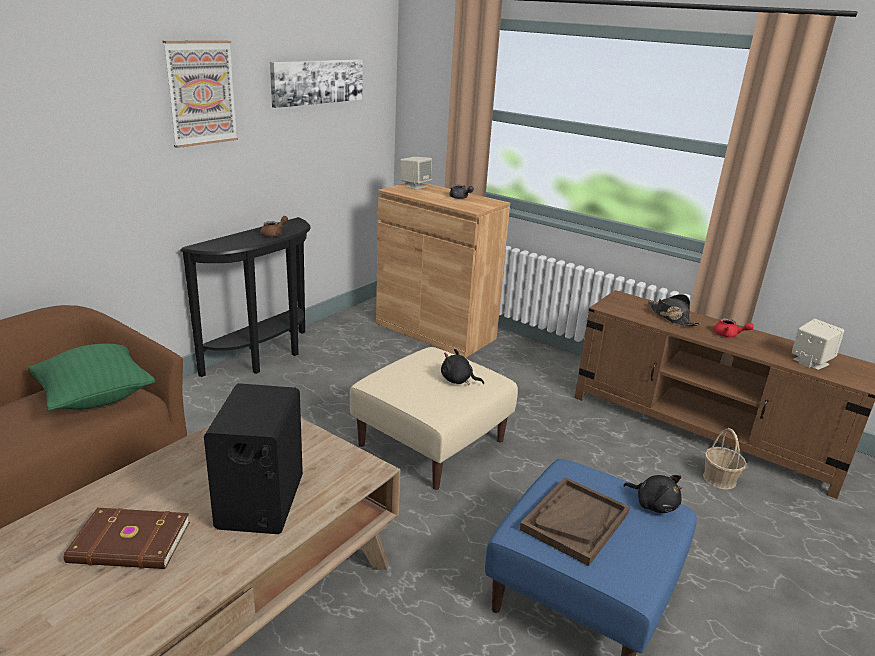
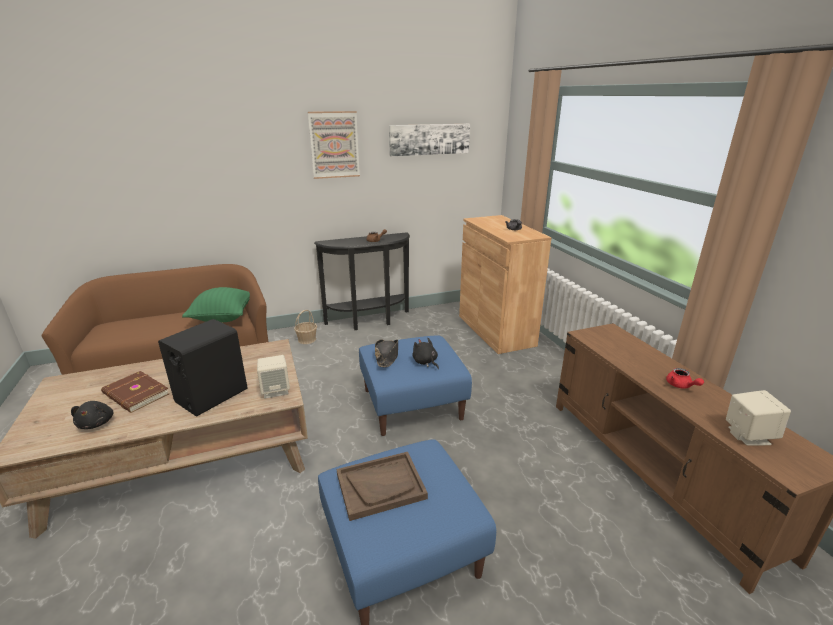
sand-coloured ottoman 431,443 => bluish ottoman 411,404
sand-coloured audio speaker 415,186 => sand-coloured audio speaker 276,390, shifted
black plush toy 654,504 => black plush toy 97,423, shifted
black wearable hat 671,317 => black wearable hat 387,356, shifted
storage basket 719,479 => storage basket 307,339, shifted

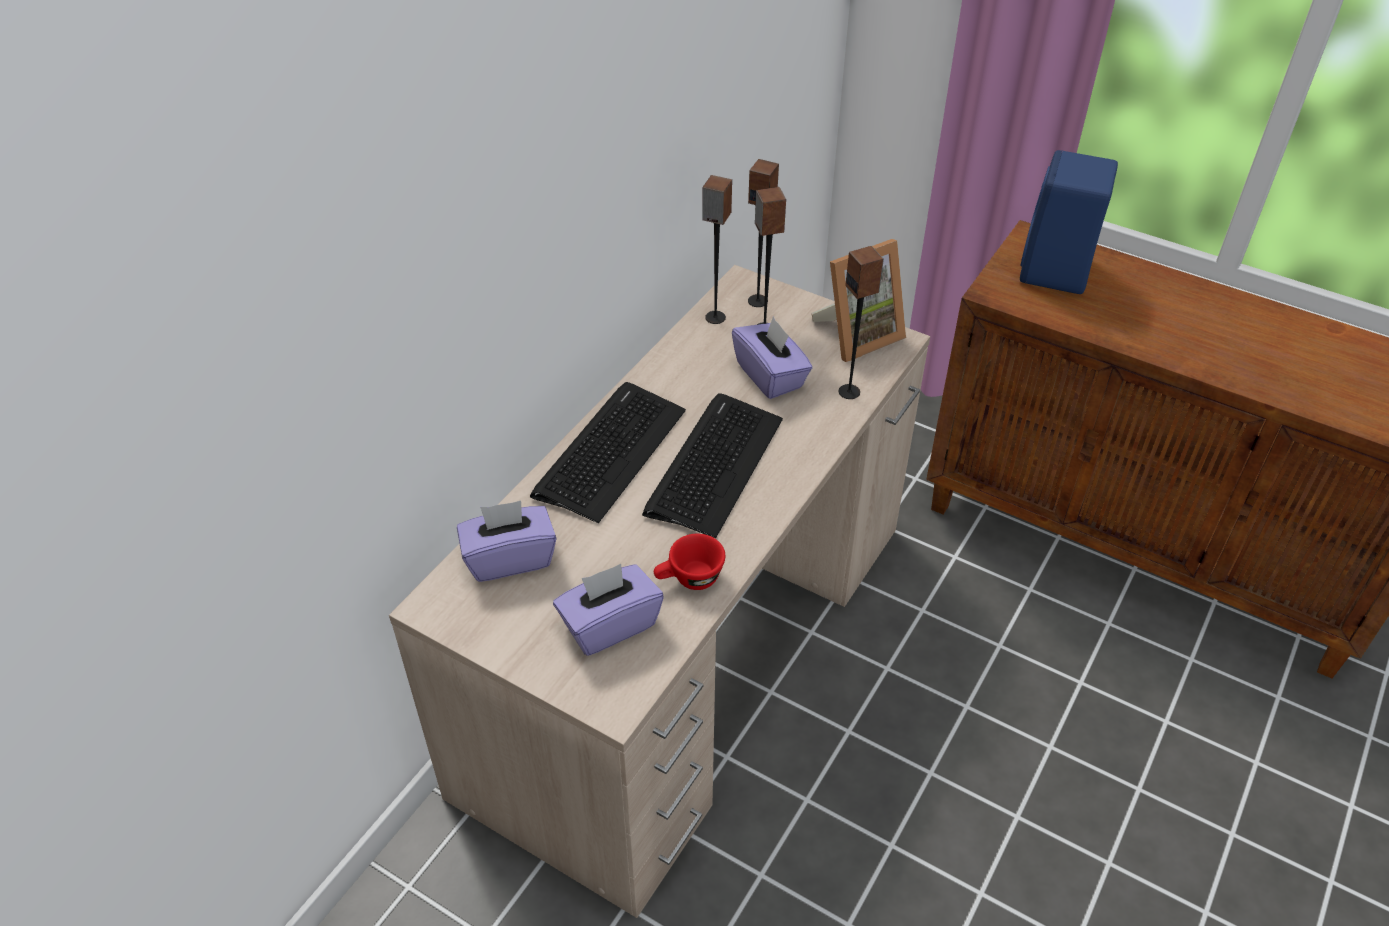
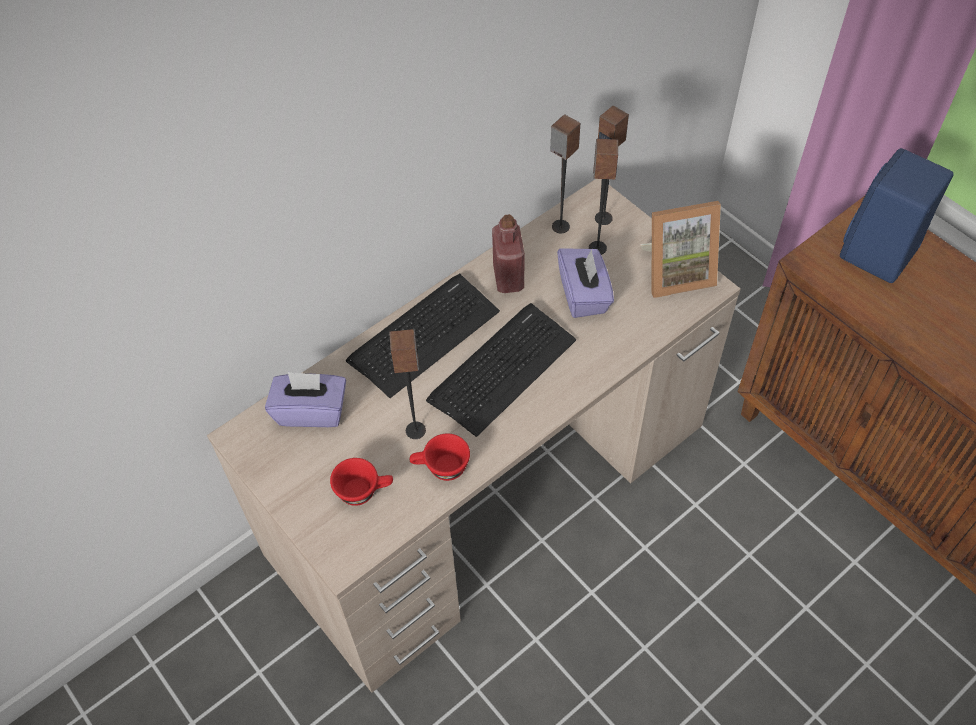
purplish tissue holder 609,625 => red drinking cup 364,490
audio speaker 849,392 => audio speaker 416,430, shifted
nothing => red drink bottle 508,278

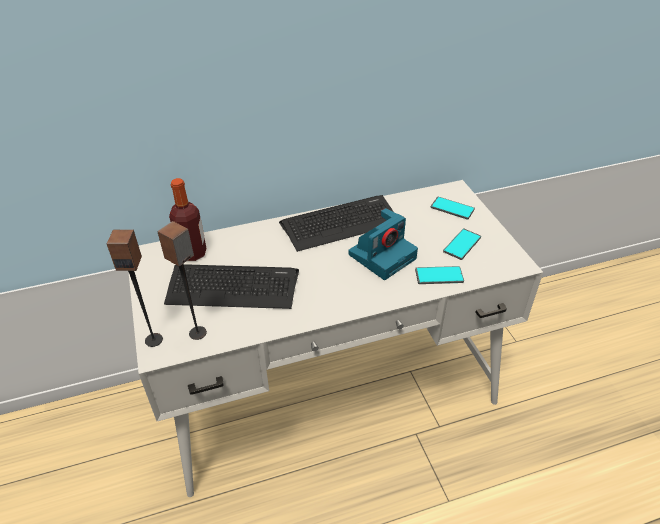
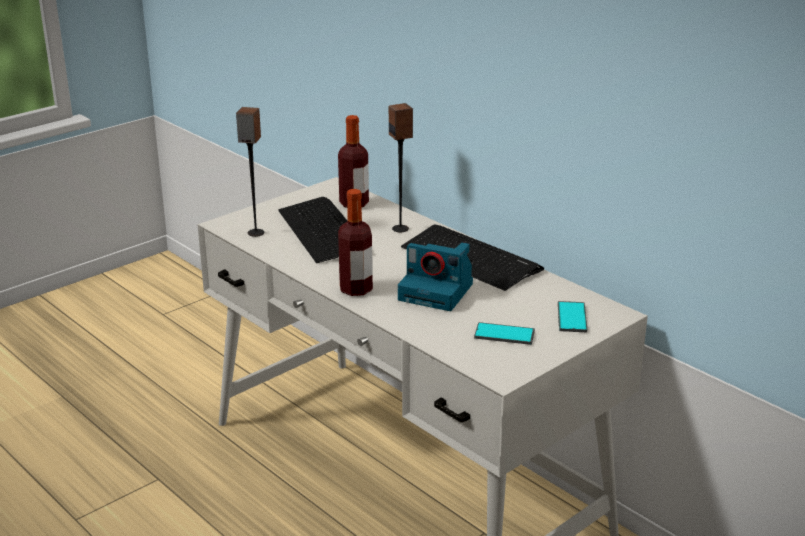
audio speaker 154,339 => audio speaker 400,228, shifted
phone 439,276 => nothing
nothing => drink bottle 356,289

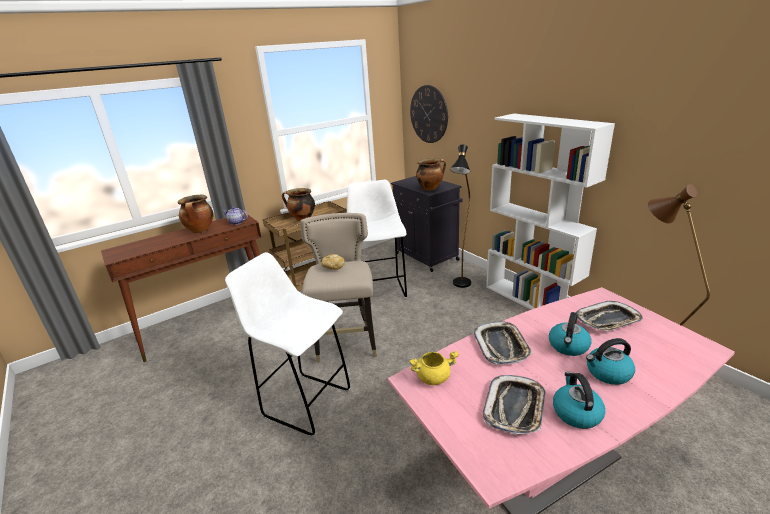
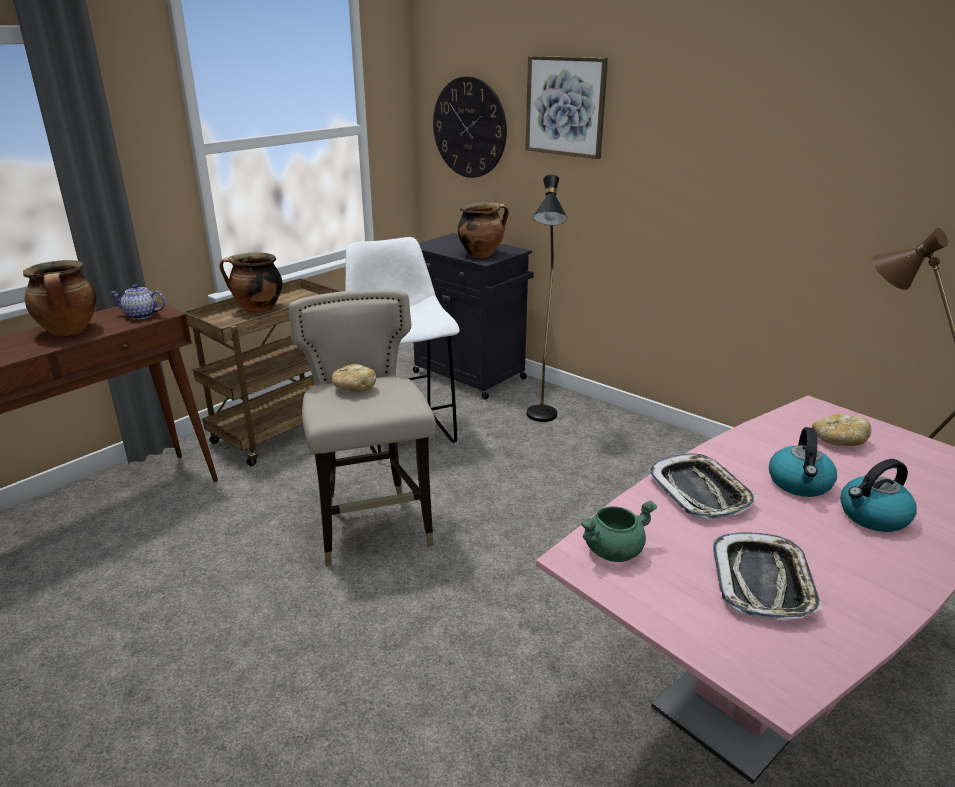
white-coloured stool seat 305,402 => nothing
yellow-coloured cooking pot 433,377 => greenish cooking pot 613,550
white-coloured bookshelf 531,300 => nothing
tea kettle 576,412 => nothing
serving tray 607,320 => baked bread 838,442
nothing => picture 565,106

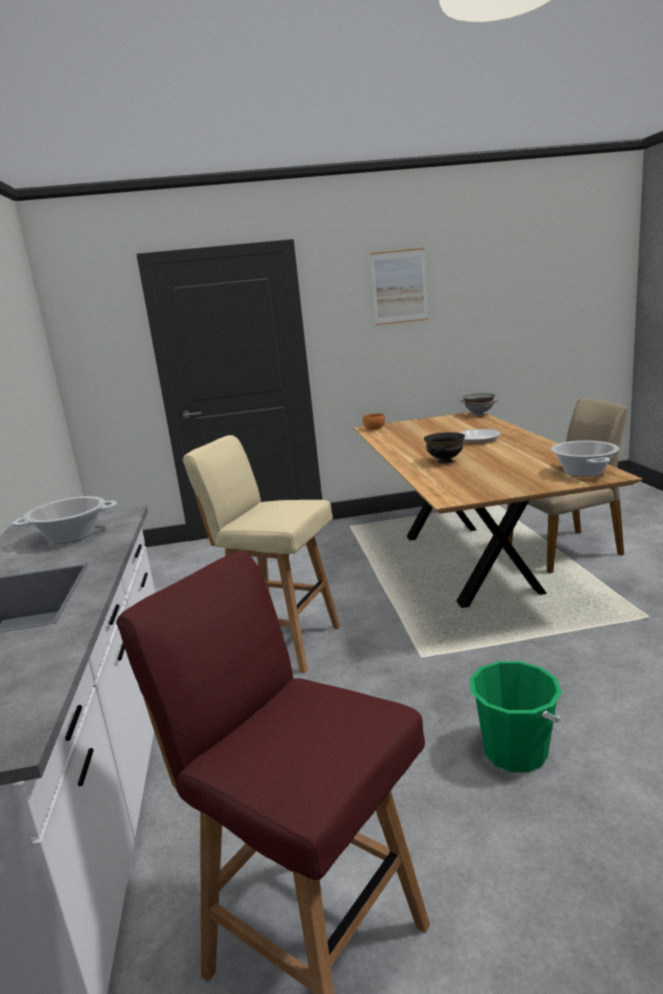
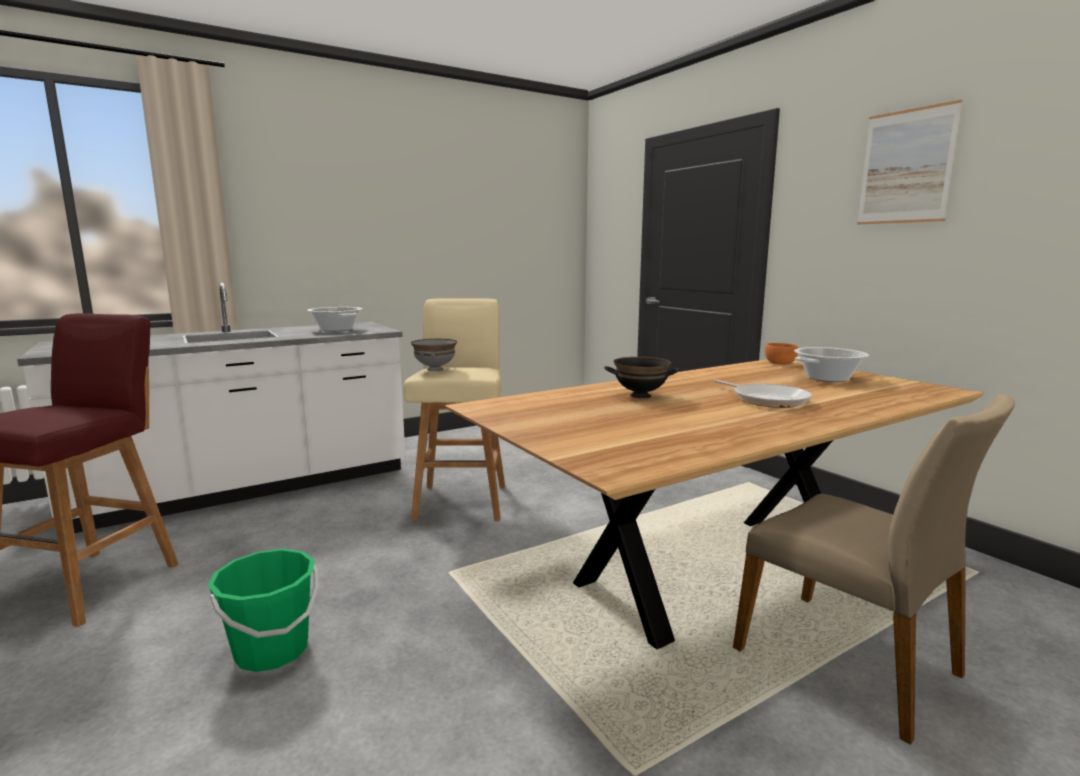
grey bowl 479,415 => grey bowl 434,369, shifted
cooking pot 583,472 => cooking pot 827,378, shifted

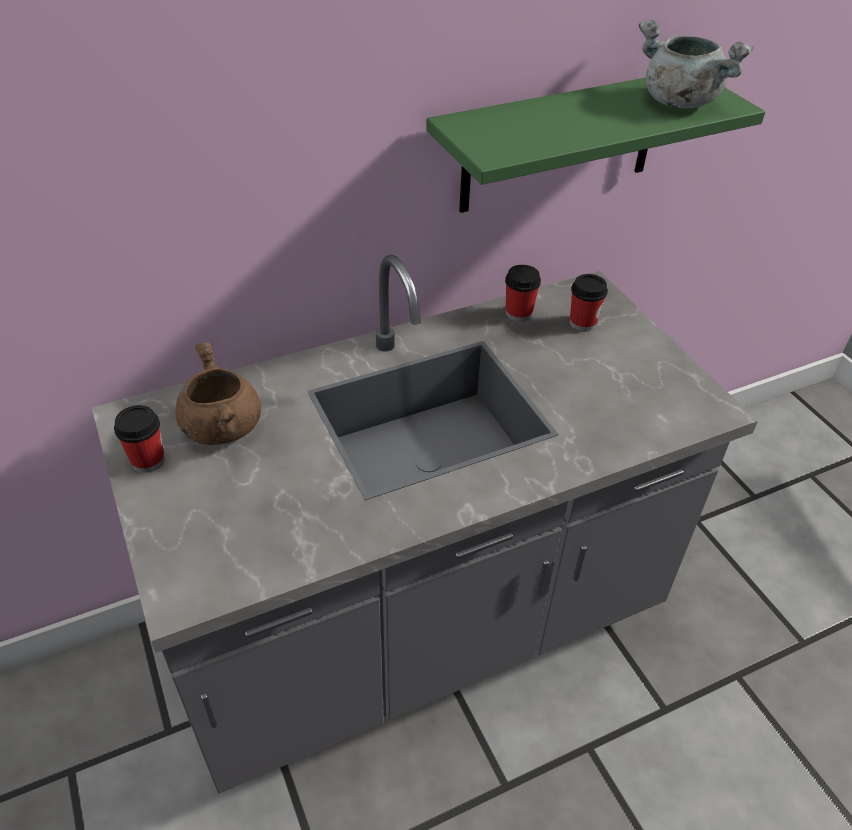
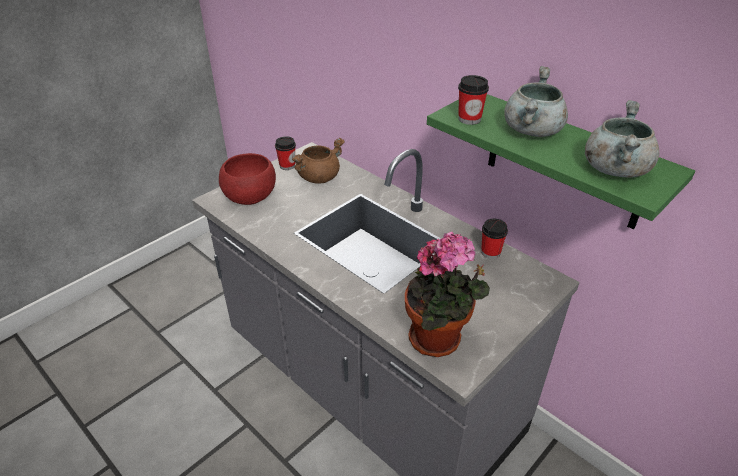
drinking cup 583,323 => drinking cup 469,119, shifted
nothing => red bowl 251,198
nothing => houseplant 439,340
nothing => grey cooking pot 532,131

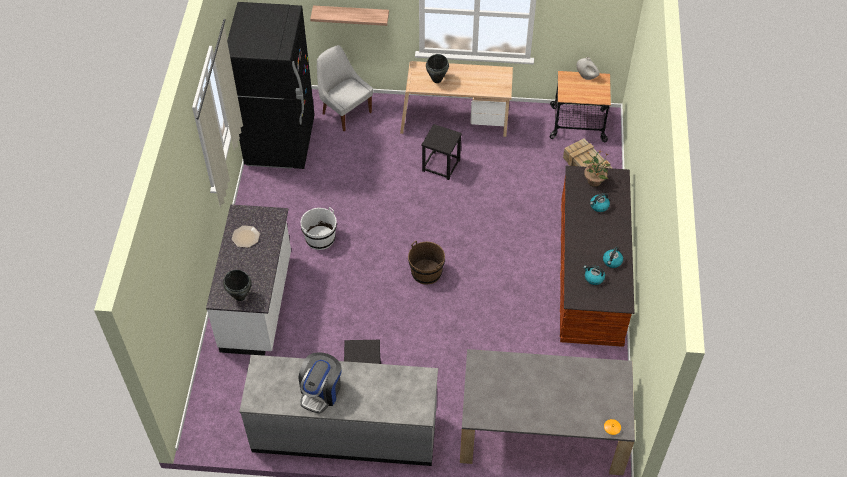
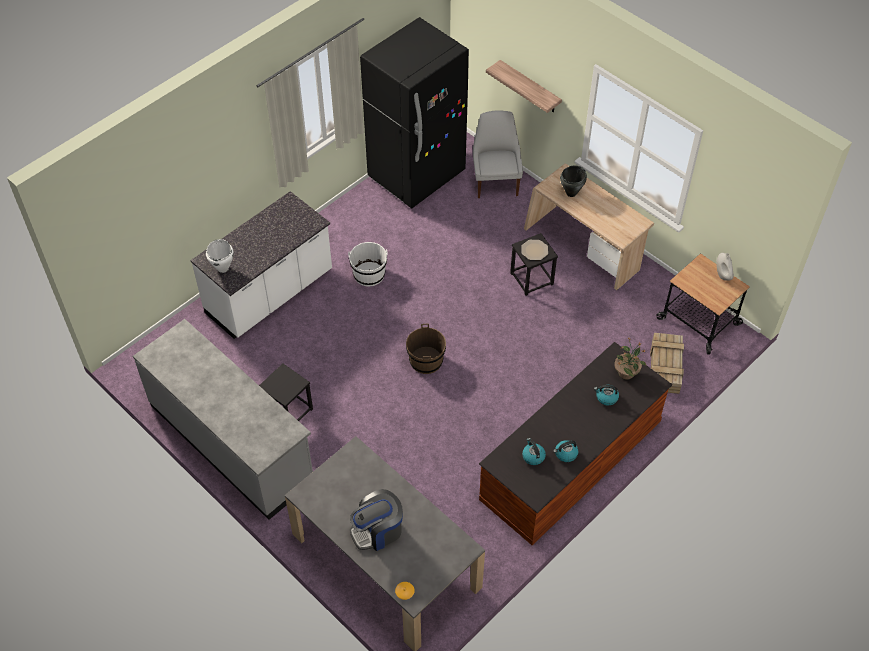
black cooking pot 240,296 => white-coloured cooking pot 223,268
dinner plate 246,237 => dinner plate 534,250, shifted
coffee maker 321,391 => coffee maker 378,531, shifted

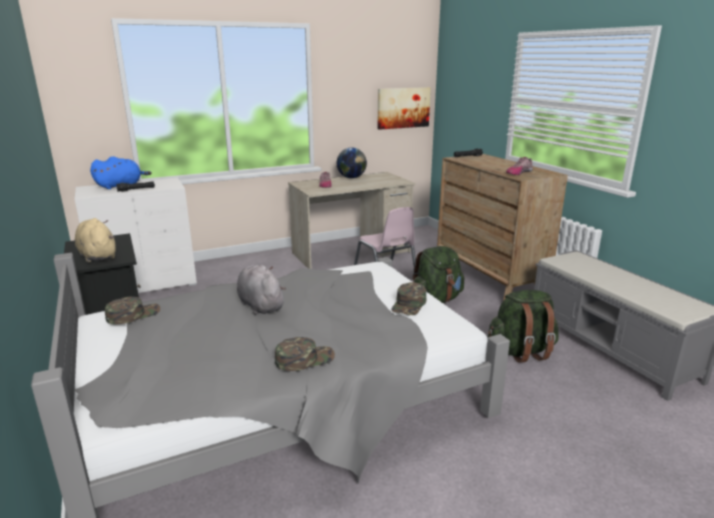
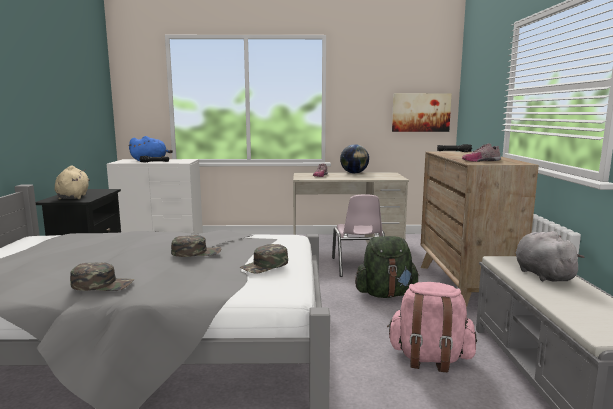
greenish cap 133,314 => greenish cap 196,252, shifted
grey plush toy 260,305 => grey plush toy 542,274, shifted
greenish rucksack 521,351 => pink-coloured rucksack 429,358

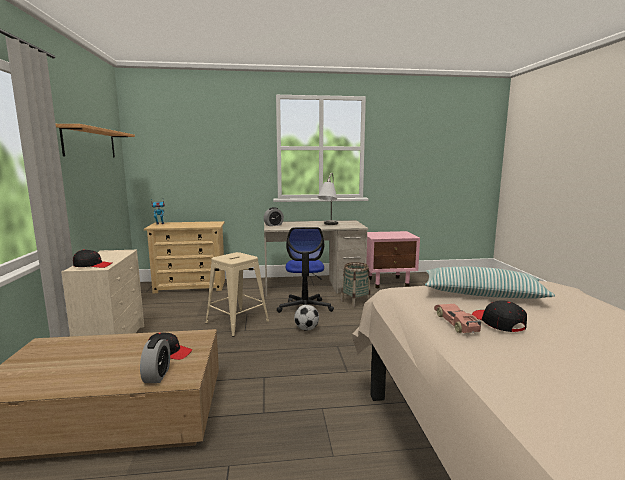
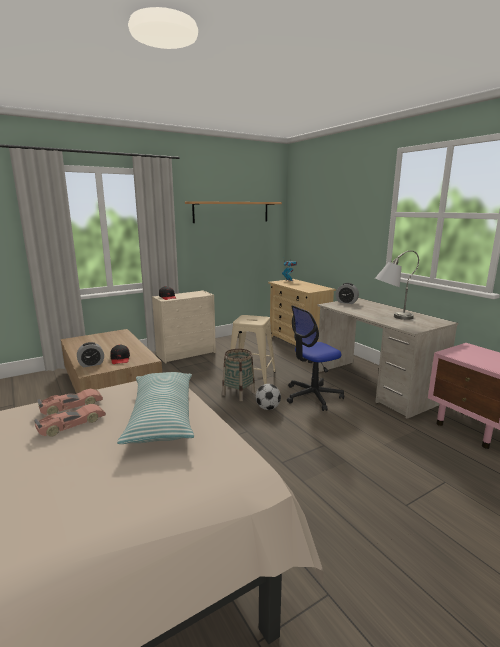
storage basket 355,302 => storage basket 238,393, shifted
black cap 498,323 => model car 71,424

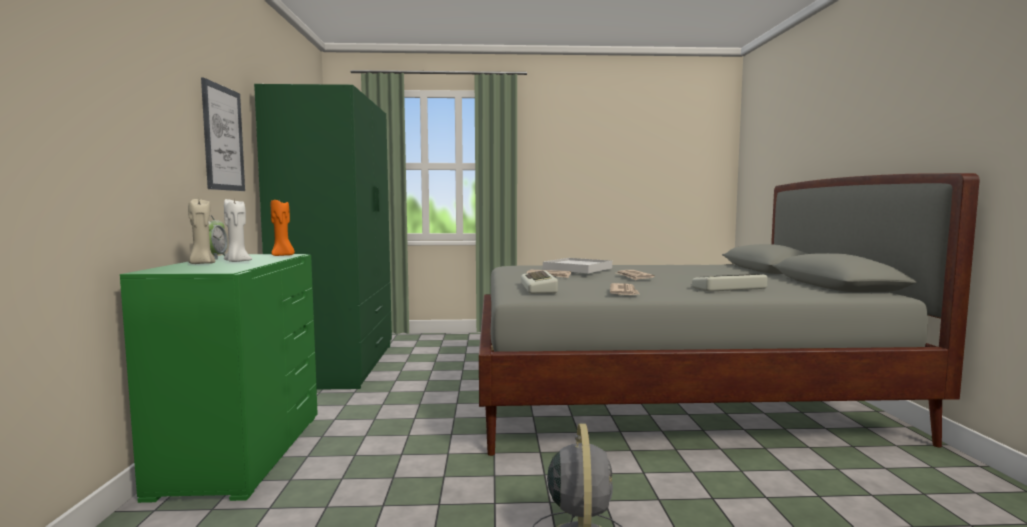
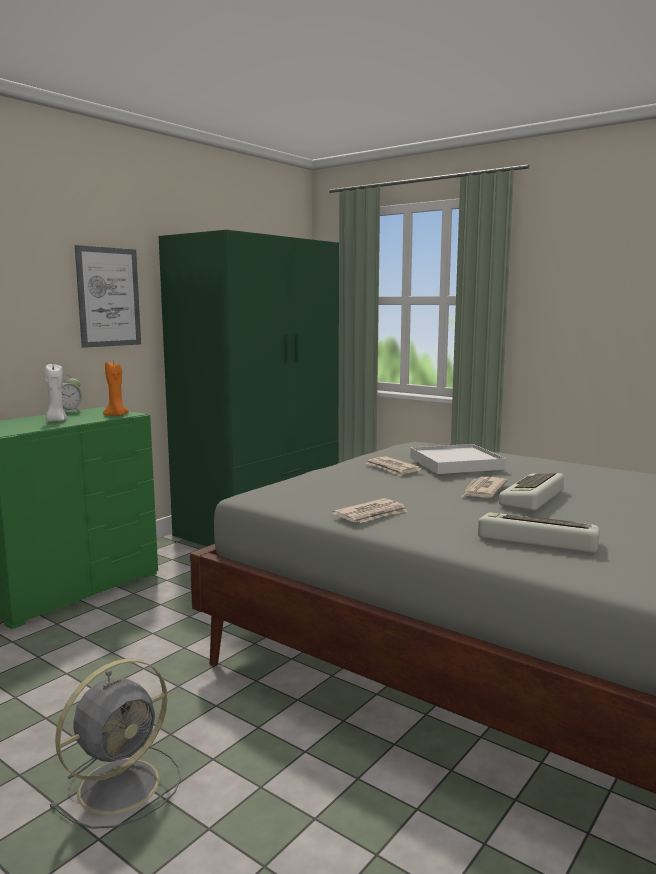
sand-coloured wax candle 201,264 => nothing
computer keyboard 540,288 => computer keyboard 534,498, shifted

